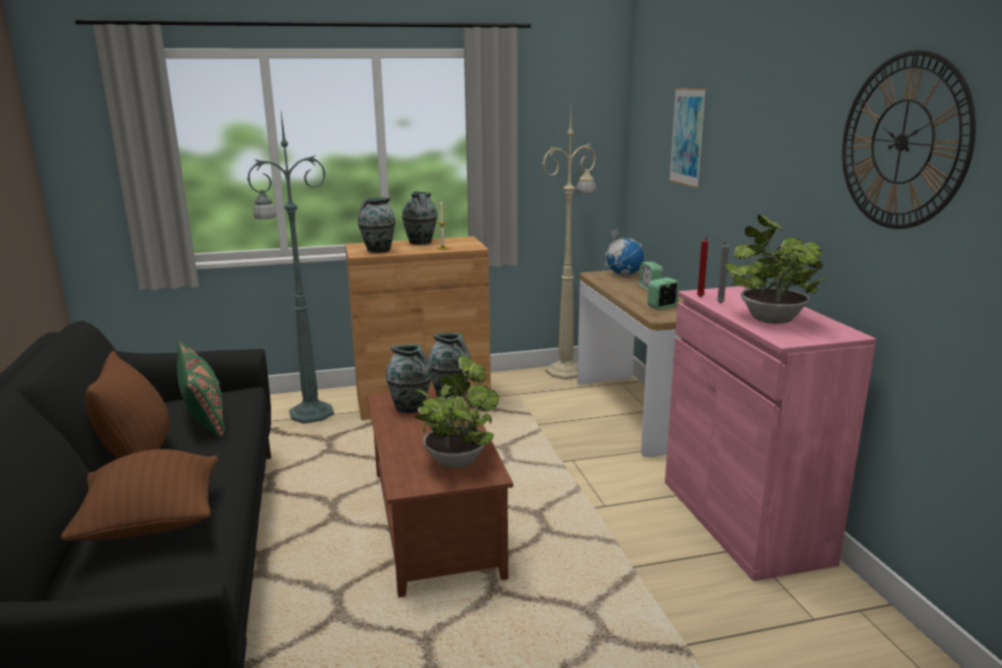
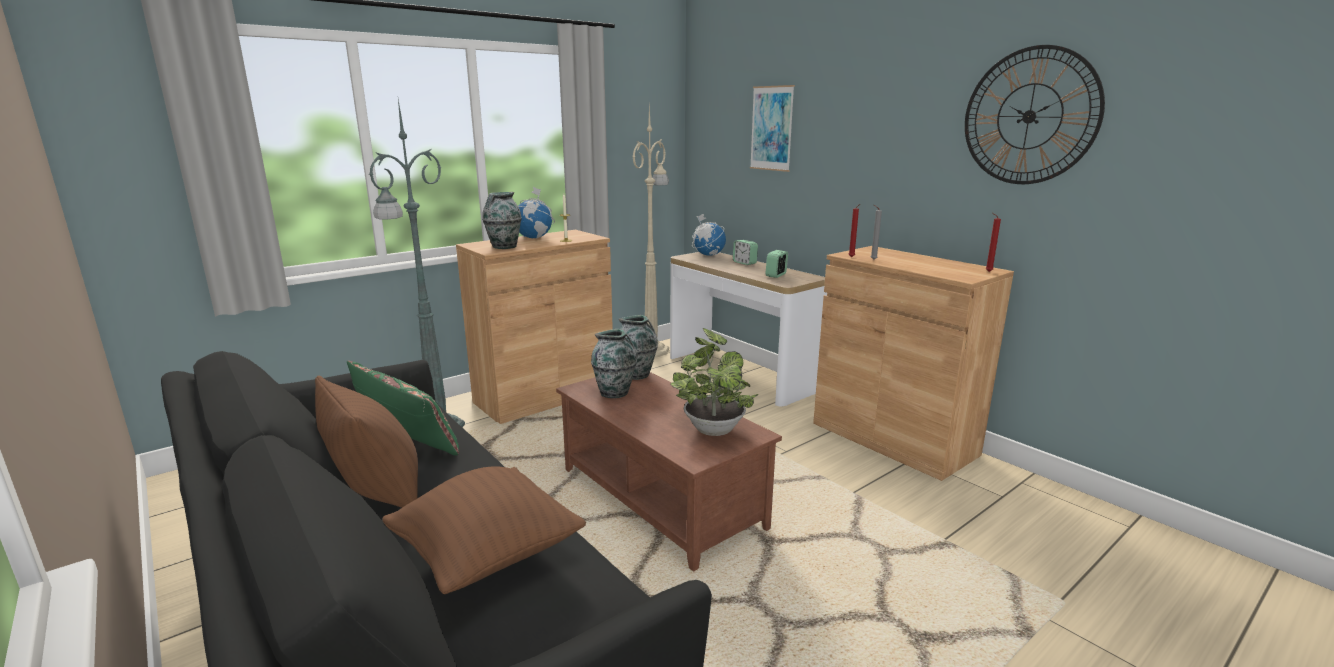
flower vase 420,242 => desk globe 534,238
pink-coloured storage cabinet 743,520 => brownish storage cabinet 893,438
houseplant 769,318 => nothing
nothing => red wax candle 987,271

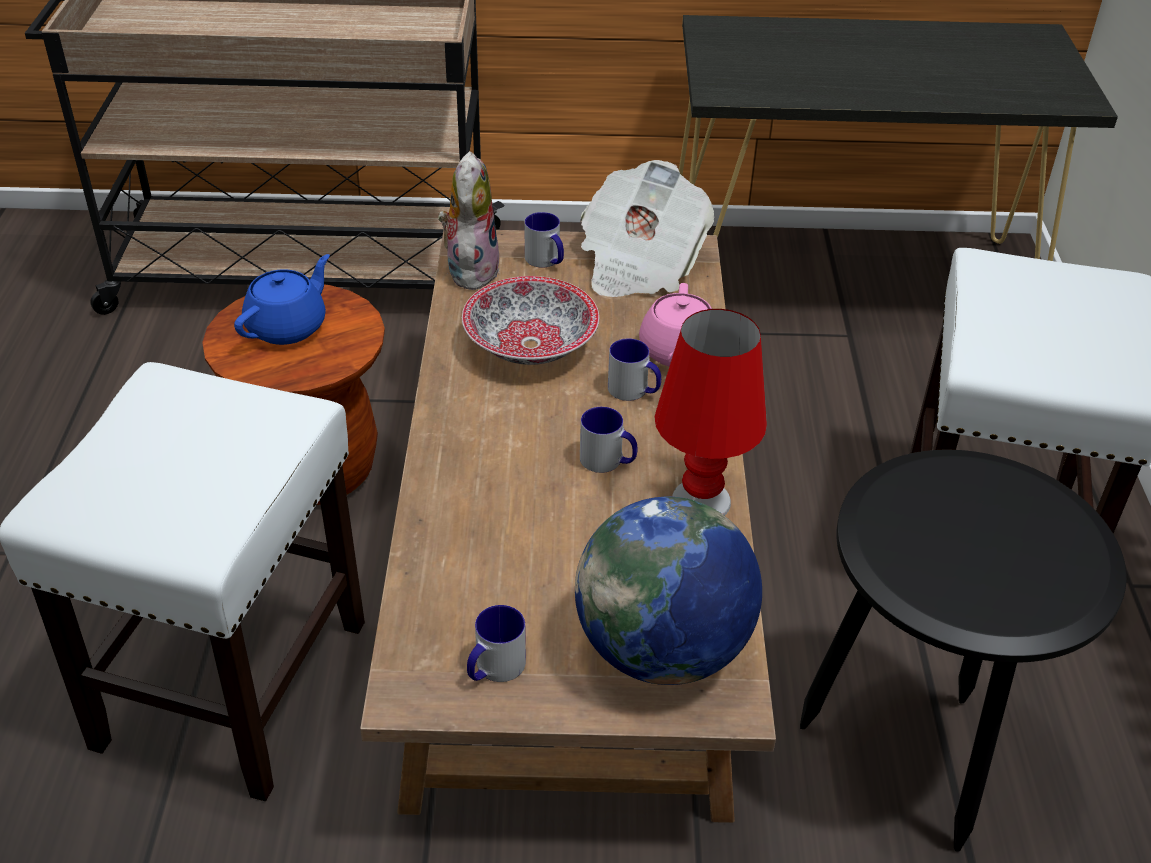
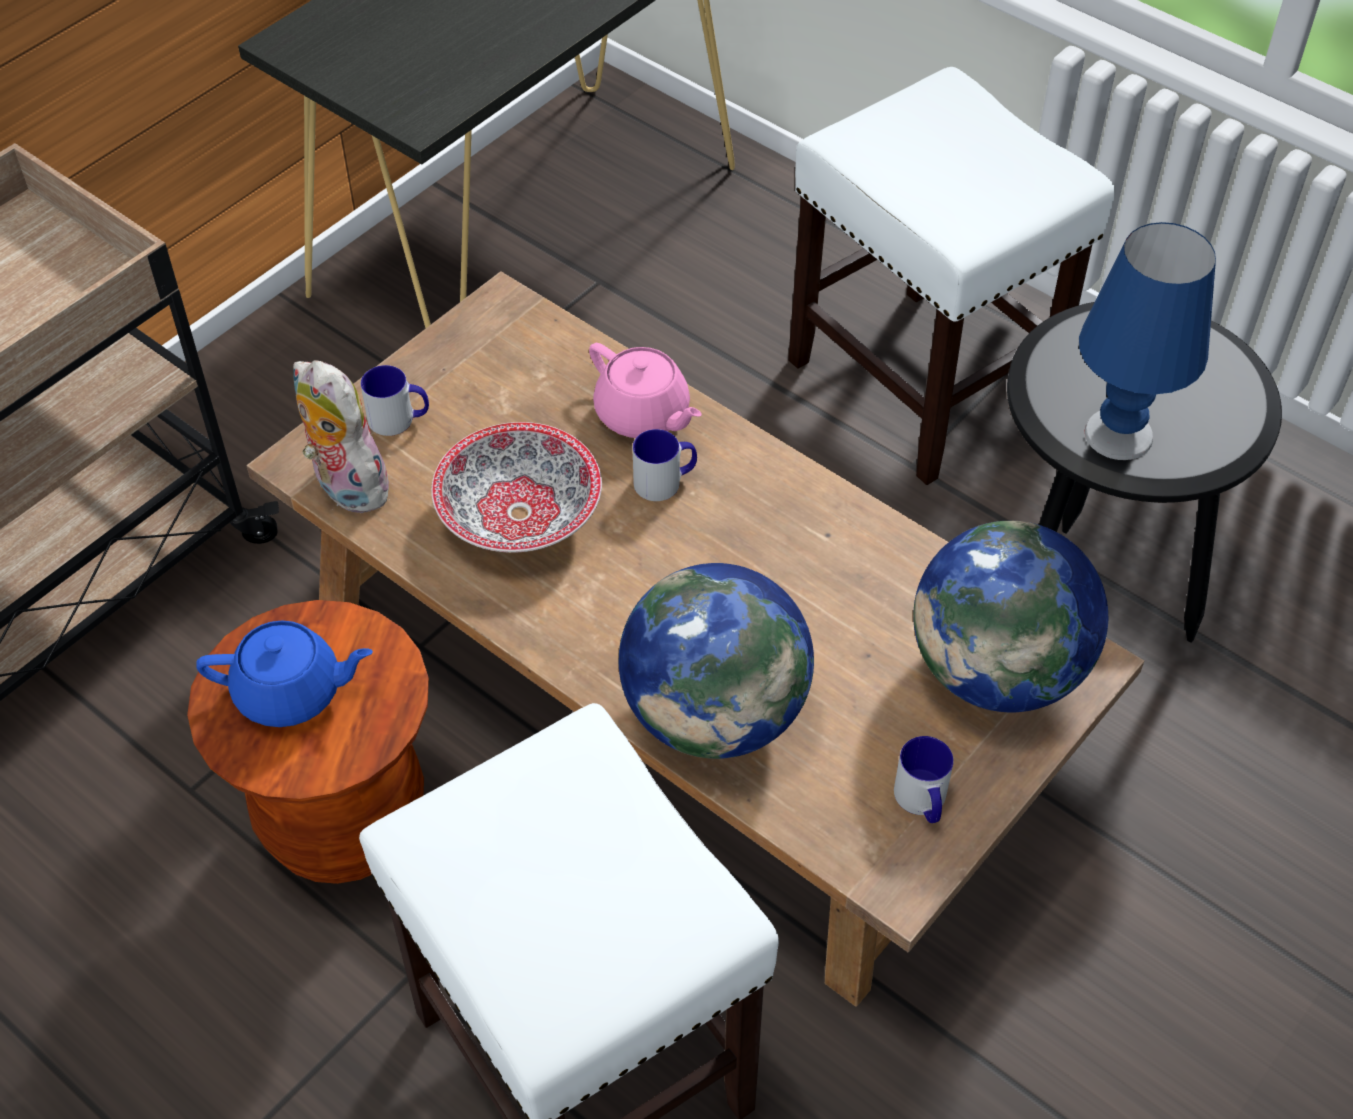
bluish tea pot 288,326 => bluish tea pot 291,692, 105 degrees clockwise
daily paper 639,263 => nothing
coffee mug 608,461 => nothing
red tabletop lamp 701,501 => nothing
nothing => desk globe 715,714
nothing => bluish tabletop lamp 1119,434

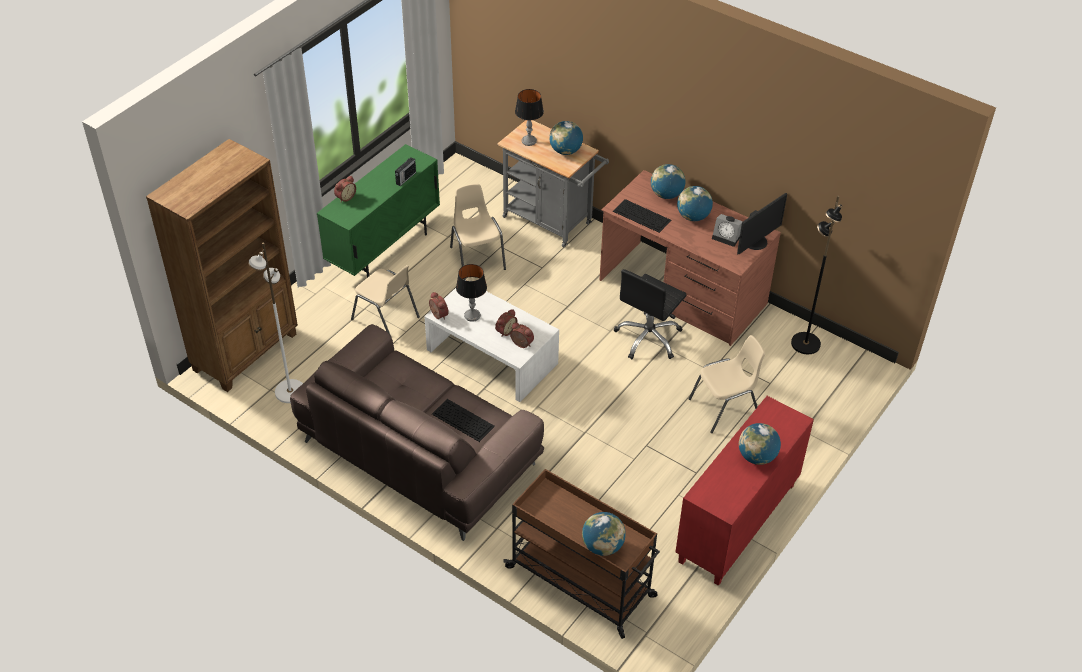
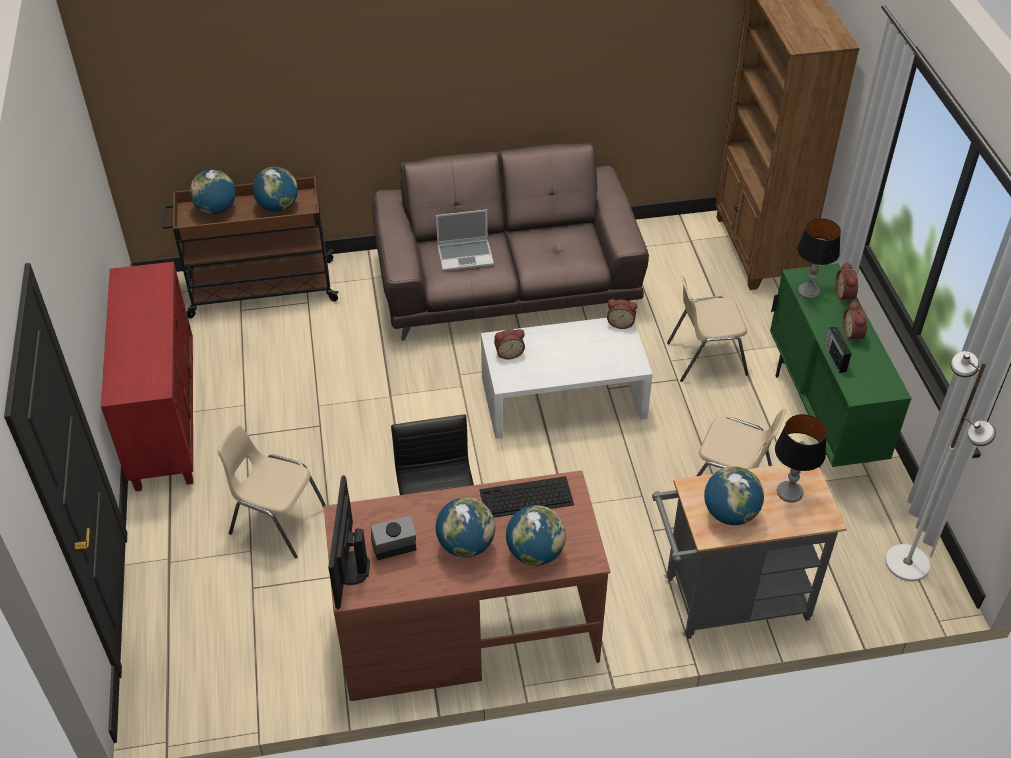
white-coloured standard lamp 289,392 => white-coloured standard lamp 907,562, shifted
computer keyboard 462,420 => portable computer 466,255
tabletop lamp 472,315 => tabletop lamp 809,291, shifted
alarm clock 505,331 => alarm clock 853,334, shifted
sand-coloured chair 725,408 => sand-coloured chair 276,521, 90 degrees clockwise
desk globe 757,457 => desk globe 278,207, shifted
black standard lamp 805,344 => nothing

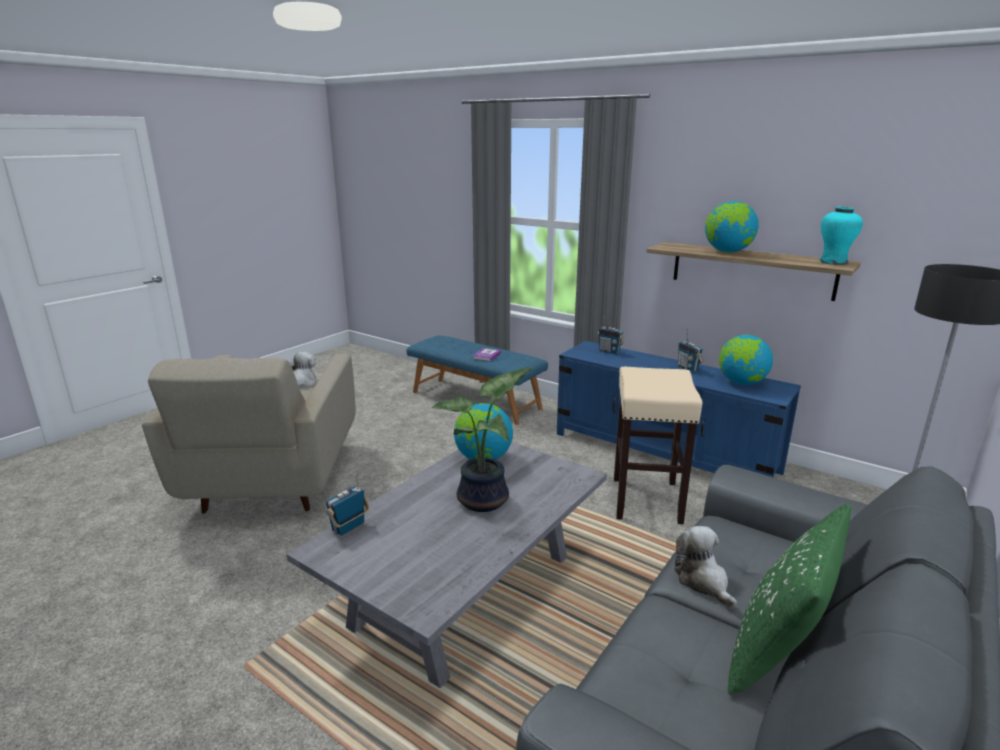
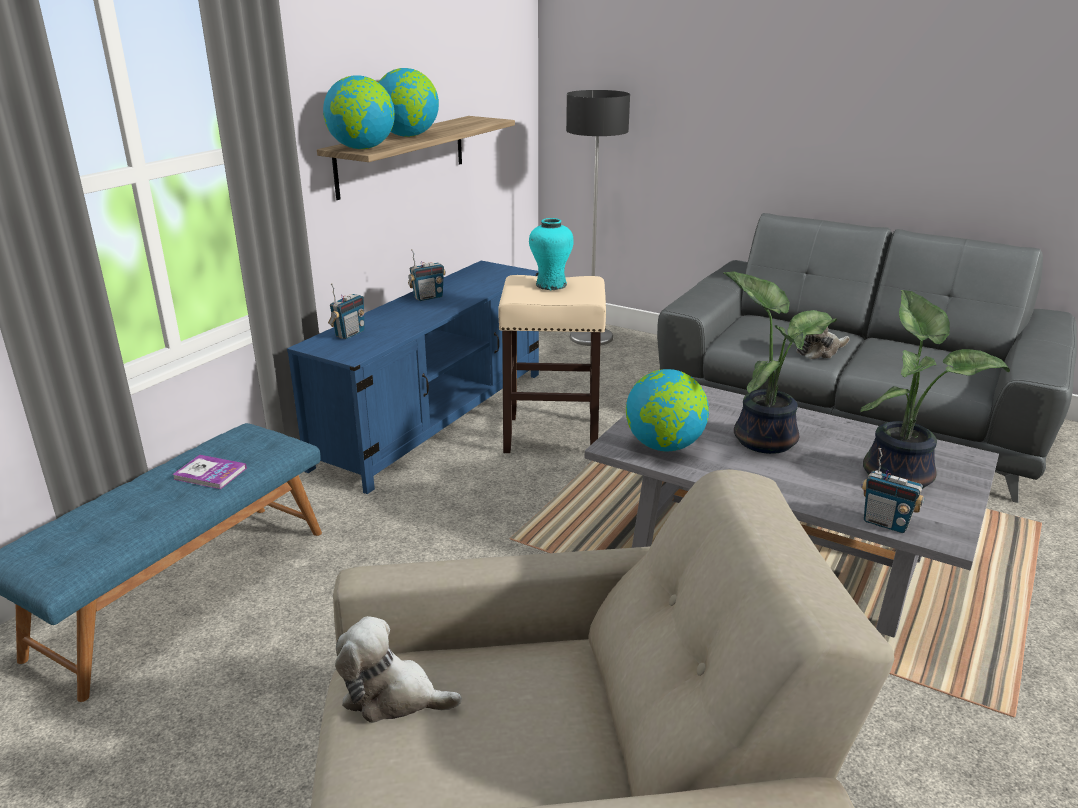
desk globe 741,383 => desk globe 362,148, shifted
greenish throw pillow 777,651 => nothing
blue-green flower vase 833,262 => blue-green flower vase 551,285, shifted
nothing => houseplant 899,475

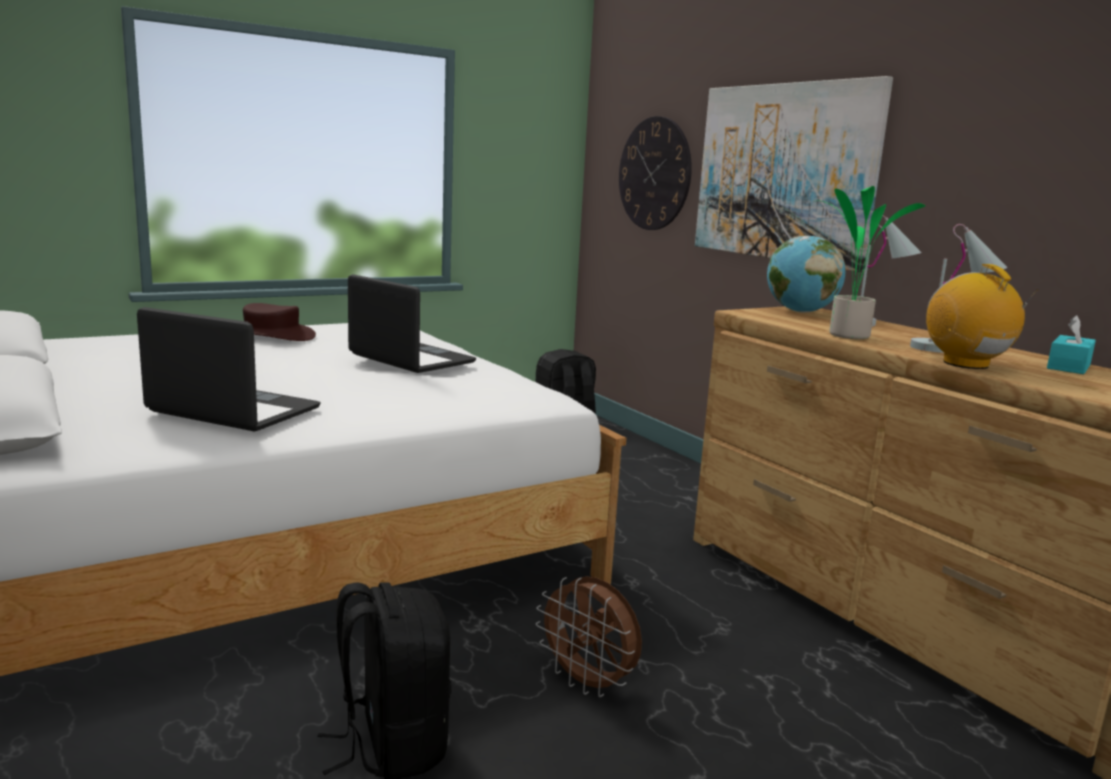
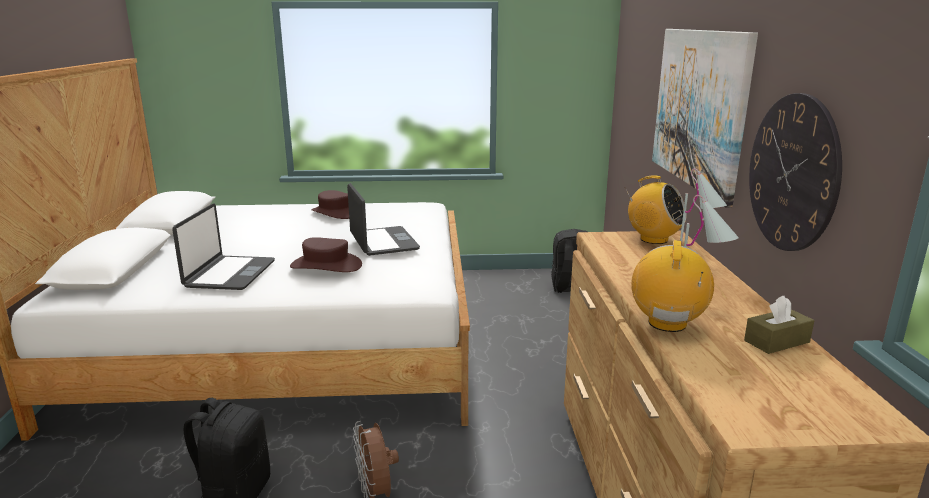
portable computer 233,411 => portable computer 229,274, 45 degrees clockwise
hanging clock 654,174 => hanging clock 792,173, shifted
desk globe 800,312 => radio 653,239
houseplant 846,336 => nothing
blue-green tissue holder 1068,366 => brownish tissue holder 776,341
nothing => brownish wearable hat 326,265

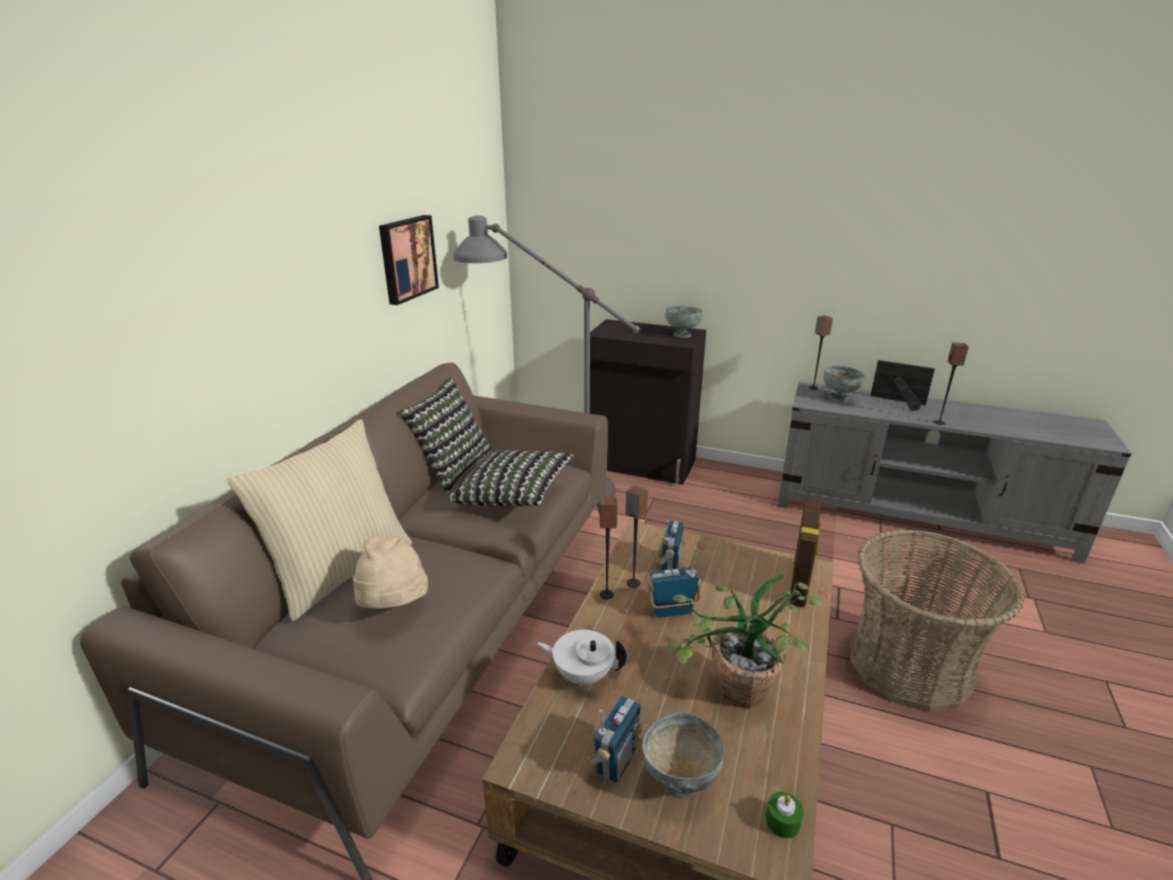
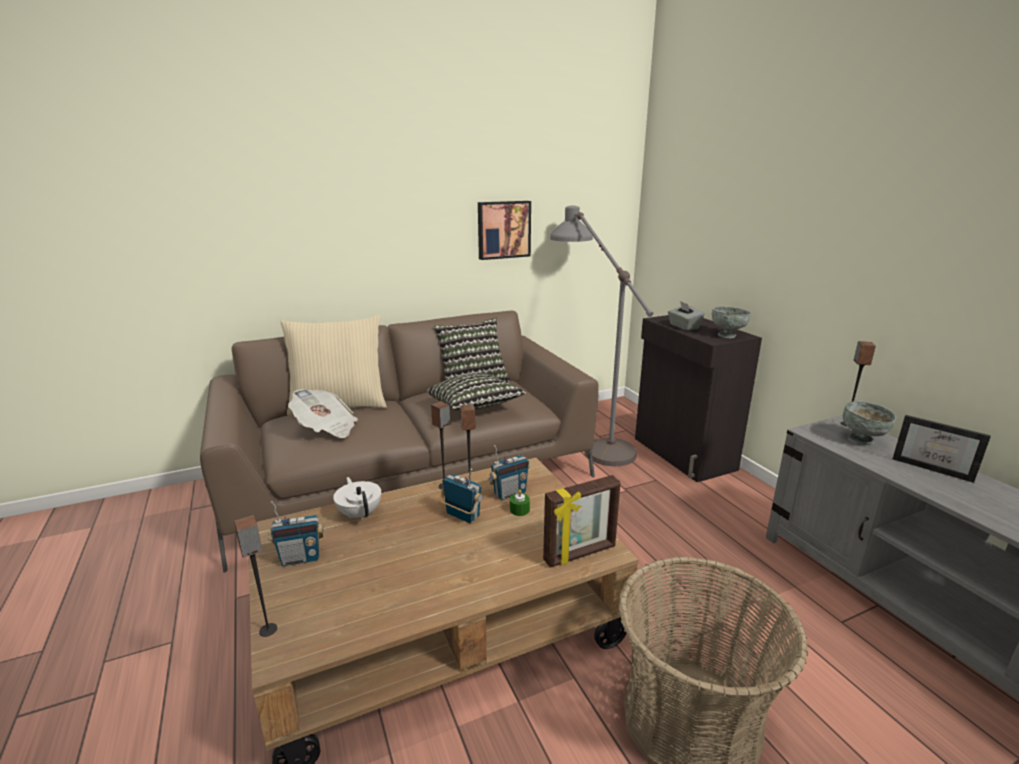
sand-coloured wearable hat 393,606 => daily paper 326,428
grey bowl 680,782 => nothing
houseplant 733,697 => nothing
greenish wax candle 782,821 => greenish wax candle 519,510, shifted
picture frame 896,402 => picture frame 934,468, 150 degrees clockwise
audio speaker 939,422 => audio speaker 268,630, shifted
nothing => grey tissue holder 683,326

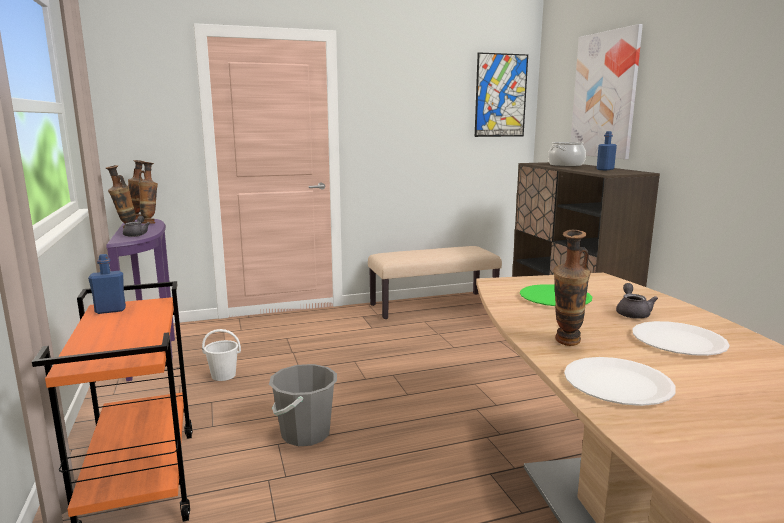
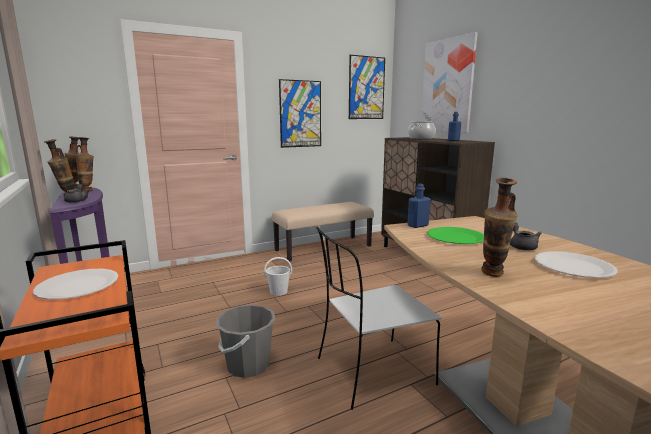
bluish drink bottle 110,310 => bluish drink bottle 418,225, shifted
white-coloured pail 223,375 => white-coloured pail 278,292, shifted
white-coloured dinner plate 617,383 => white-coloured dinner plate 78,286, shifted
nothing => picture 300,114
nothing => white-coloured chair 372,372

